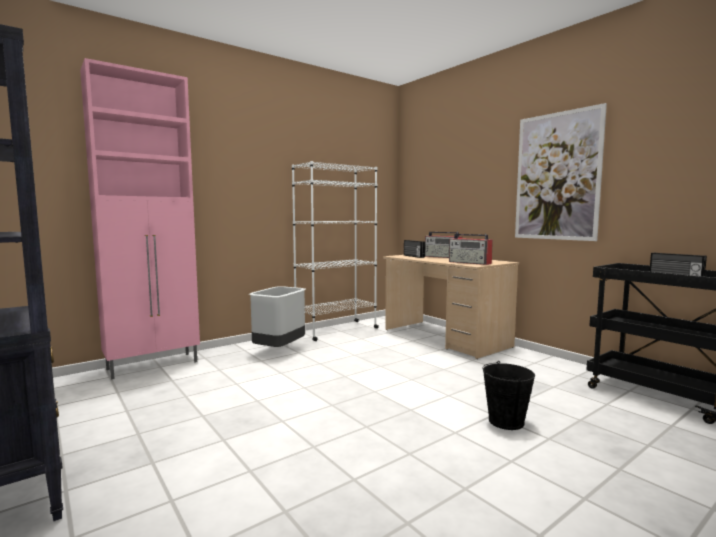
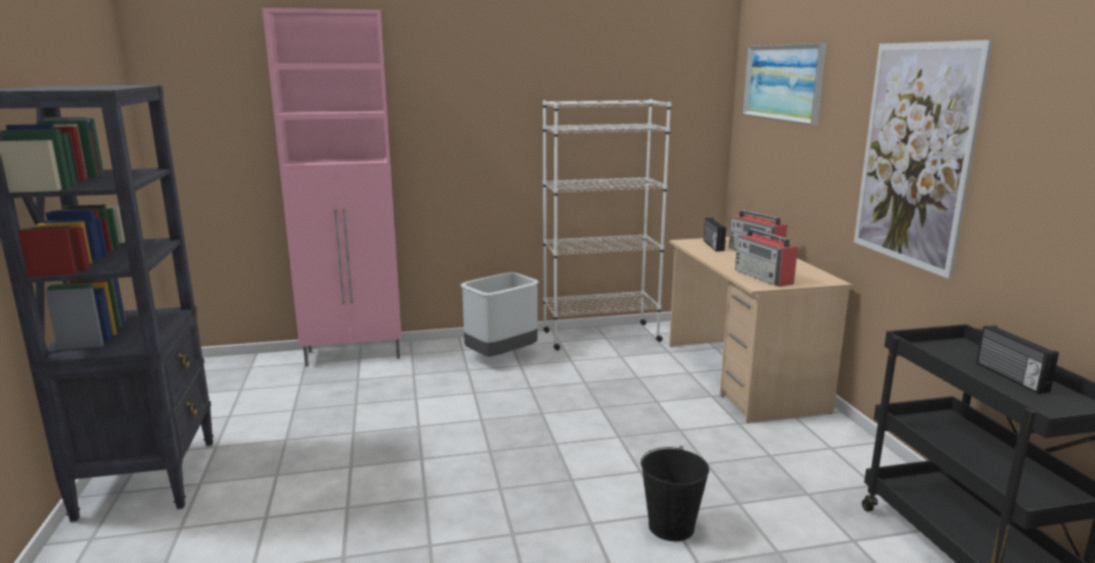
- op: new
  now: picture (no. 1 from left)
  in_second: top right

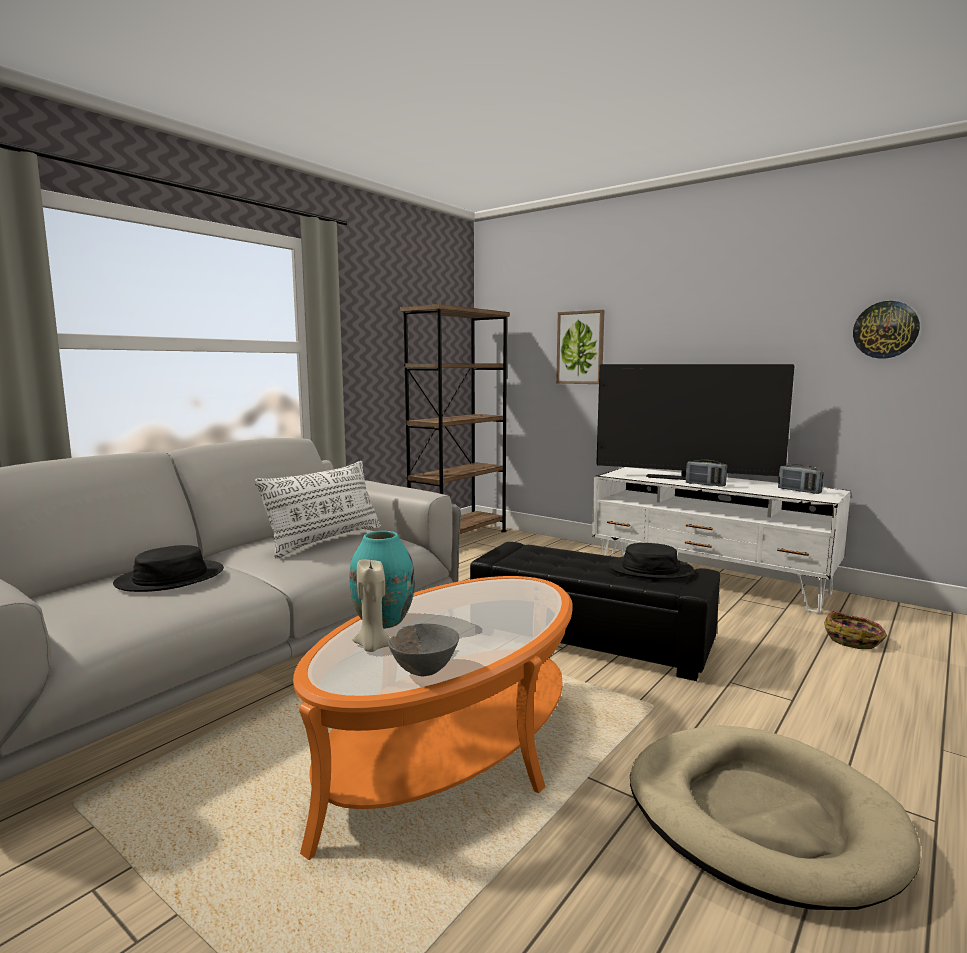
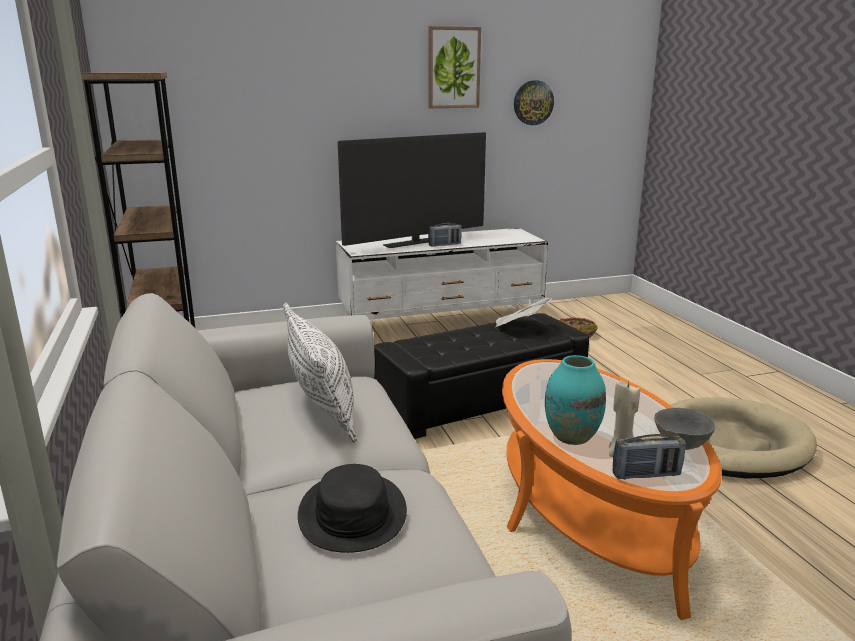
- op: shifted
  was: picture
  in_first: centre
  in_second: top centre
- op: swapped
  was: wearable hat in blackish (no. 2 from left)
  now: newspaper
  in_first: middle right
  in_second: centre
- op: shifted
  was: radio set (no. 2 from left)
  in_first: middle right
  in_second: bottom right

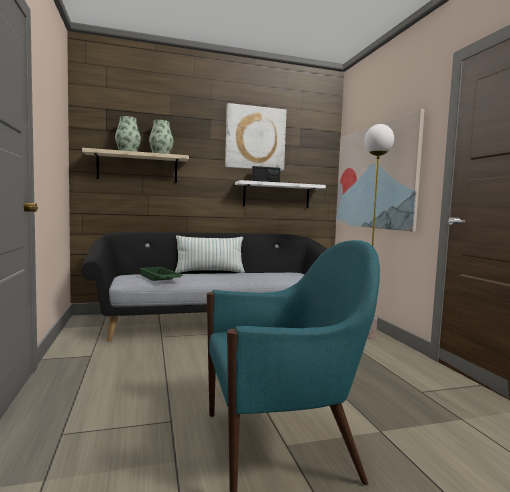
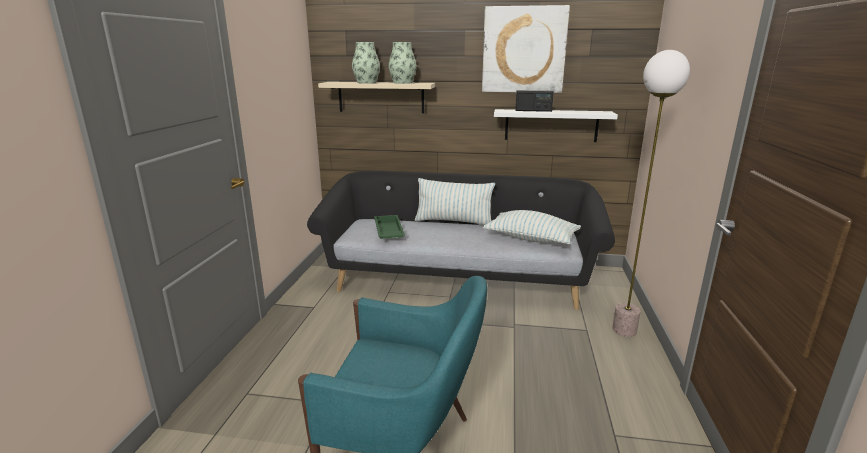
- op: gone
  was: picture (no. 2 from left)
  in_first: middle right
- op: new
  now: throw pillow (no. 2 from left)
  in_second: centre

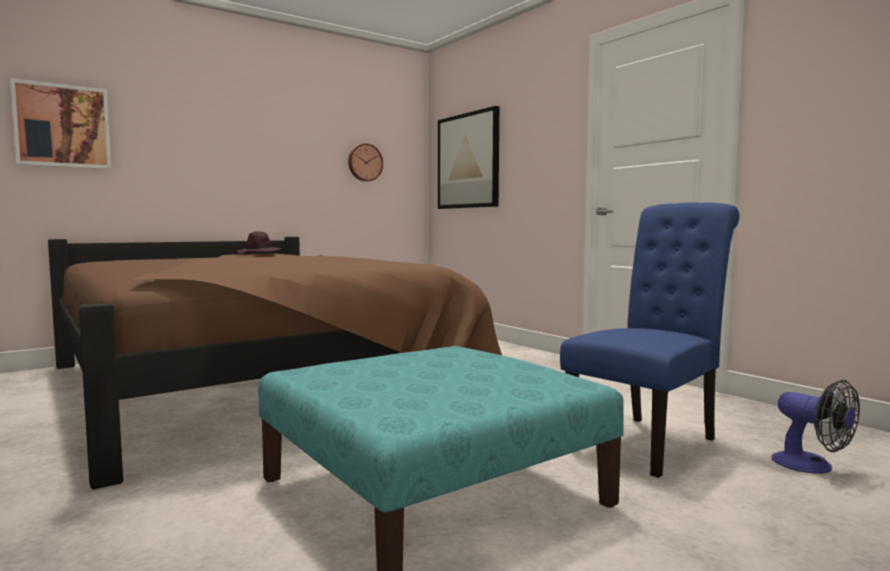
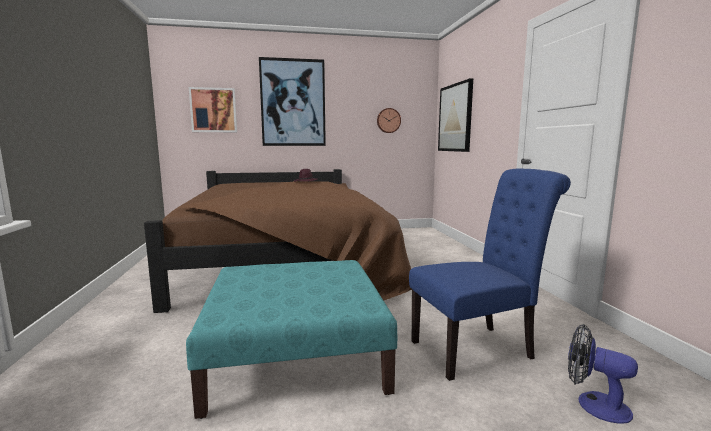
- op: rotated
  was: cooling fan
  in_first: bottom right
  in_second: bottom right
  clockwise: 135
- op: new
  now: picture (no. 2 from left)
  in_second: top centre

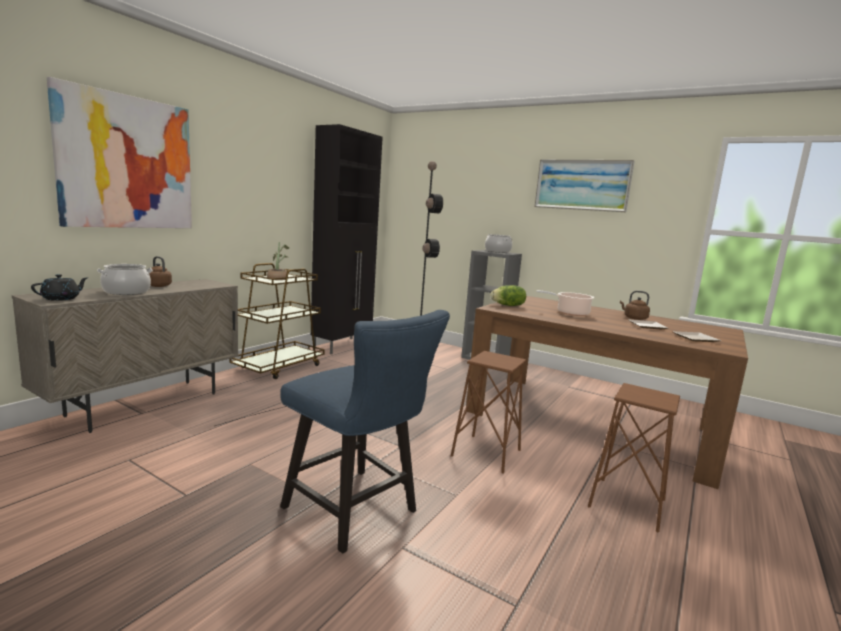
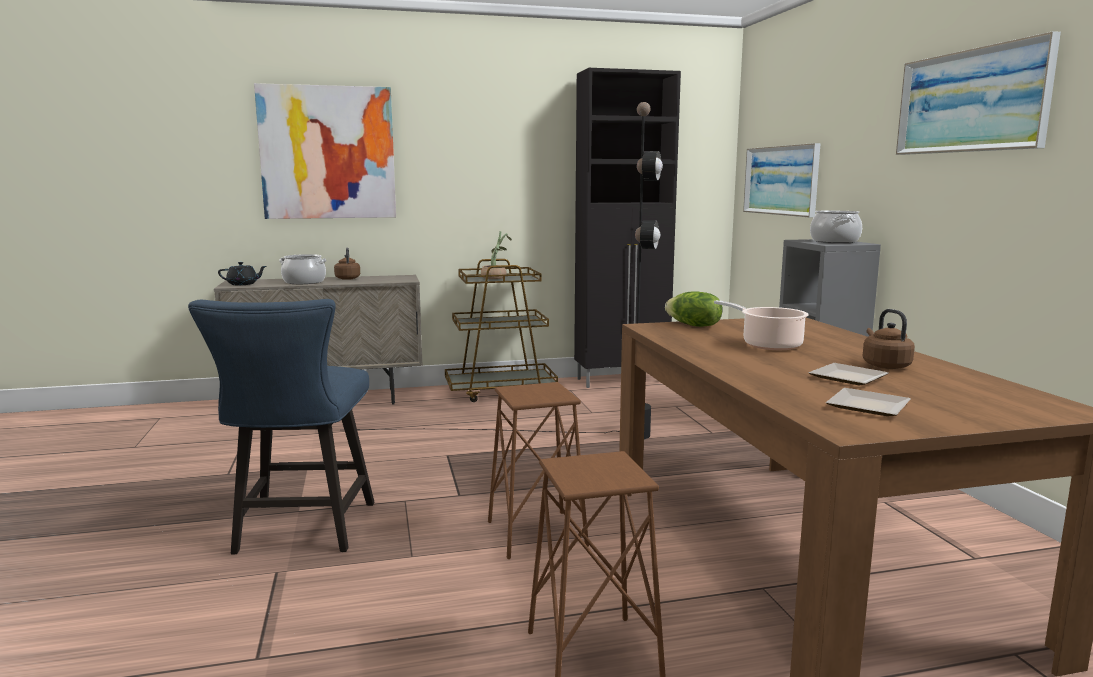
- op: new
  now: picture (no. 2 from left)
  in_second: top right

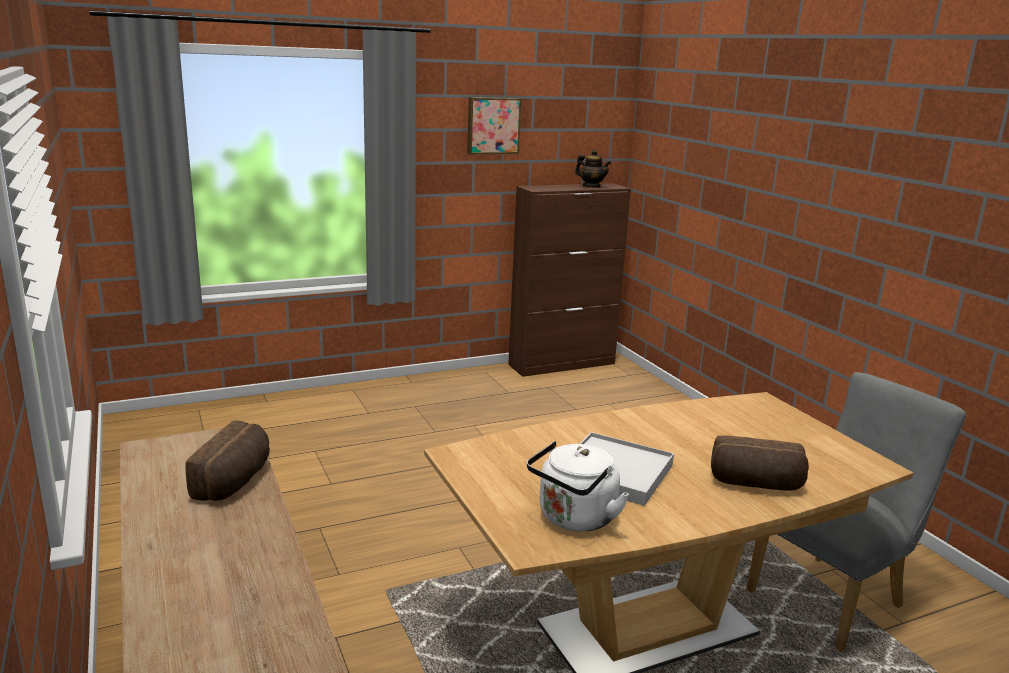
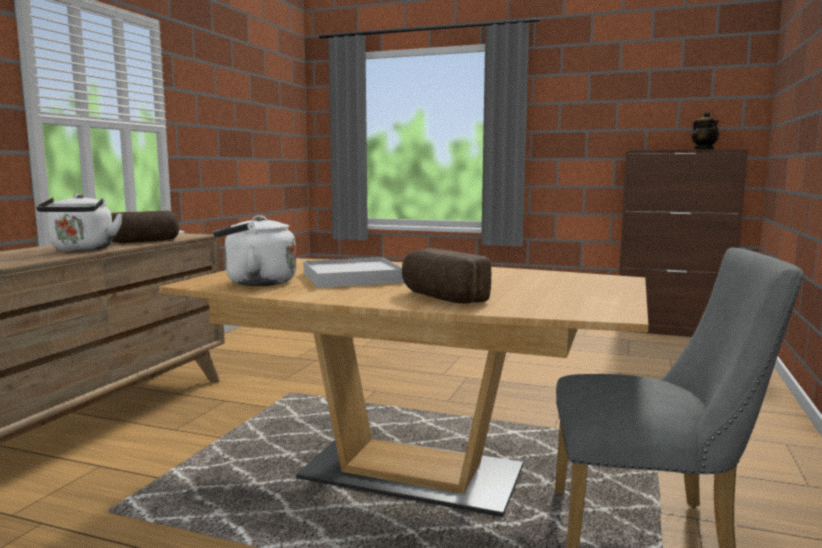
- op: gone
  was: picture
  in_first: top centre
- op: new
  now: kettle in white-coloured (no. 1 from left)
  in_second: middle left

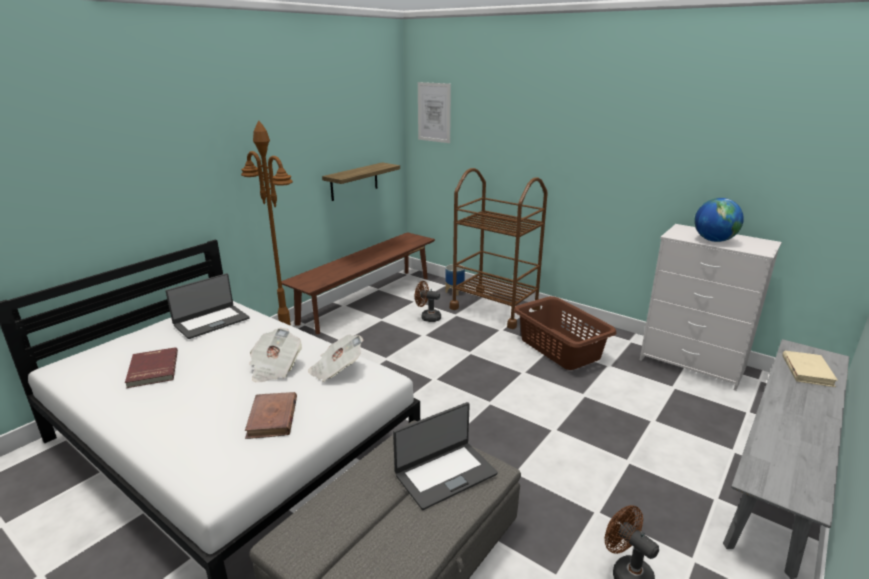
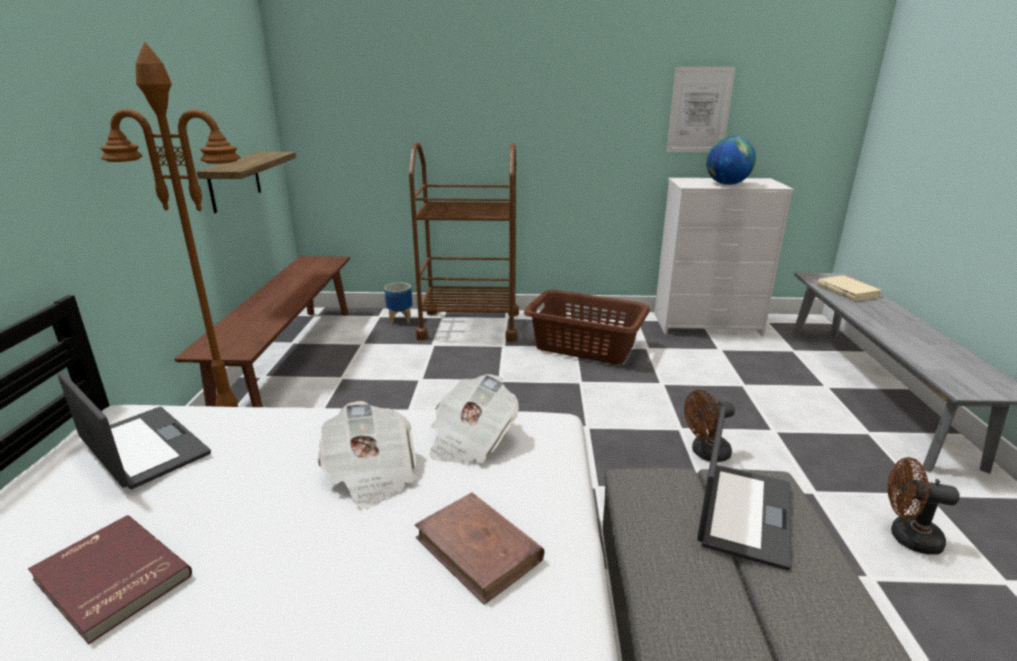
- op: rotated
  was: portable computer (no. 1 from left)
  in_first: middle left
  in_second: middle left
  clockwise: -60
- op: shifted
  was: cooling fan in brown (no. 1 from left)
  in_first: centre
  in_second: middle right
- op: shifted
  was: picture
  in_first: top centre
  in_second: top right

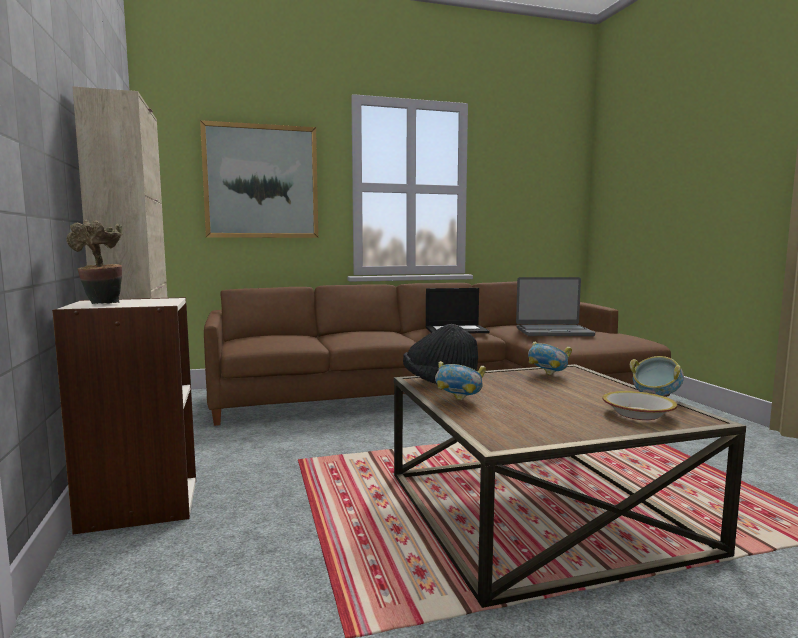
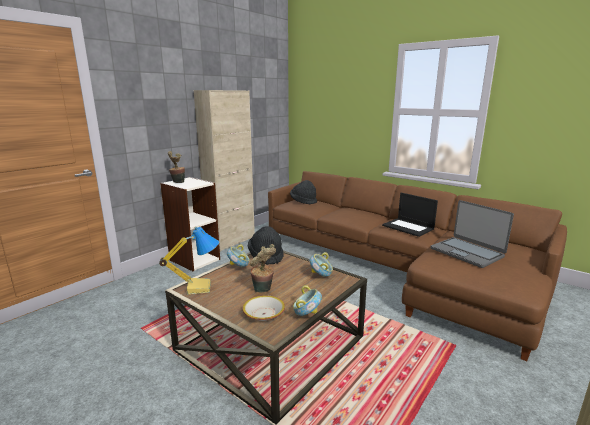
- op: gone
  was: picture
  in_first: top left
- op: new
  now: table lamp
  in_second: middle left
- op: new
  now: houseplant (no. 2 from left)
  in_second: centre
- op: new
  now: wearable hat in blackish (no. 2 from left)
  in_second: centre

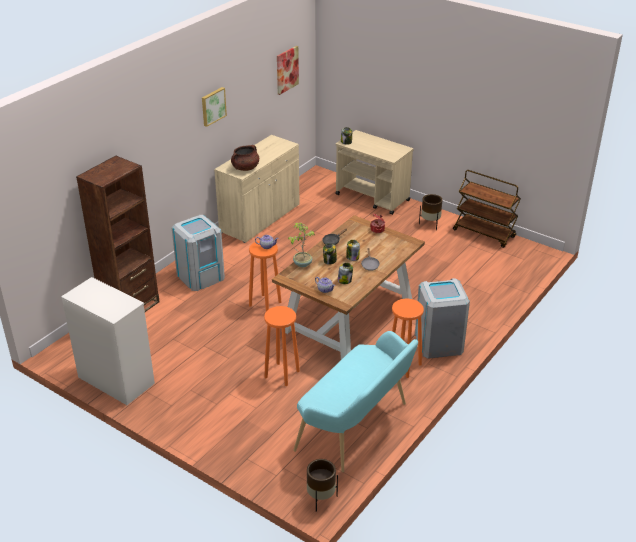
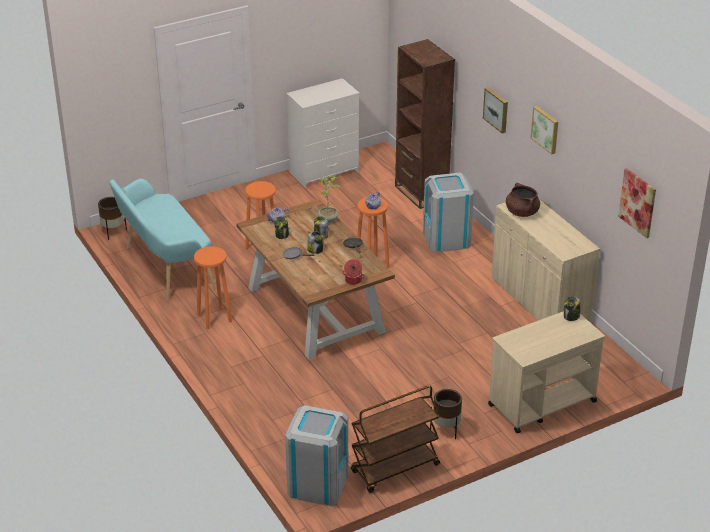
- op: shifted
  was: trash can in greyish (no. 2 from left in the first image)
  now: trash can in greyish (no. 1 from left)
  in_first: middle right
  in_second: bottom centre
- op: new
  now: picture (no. 1 from left)
  in_second: top right

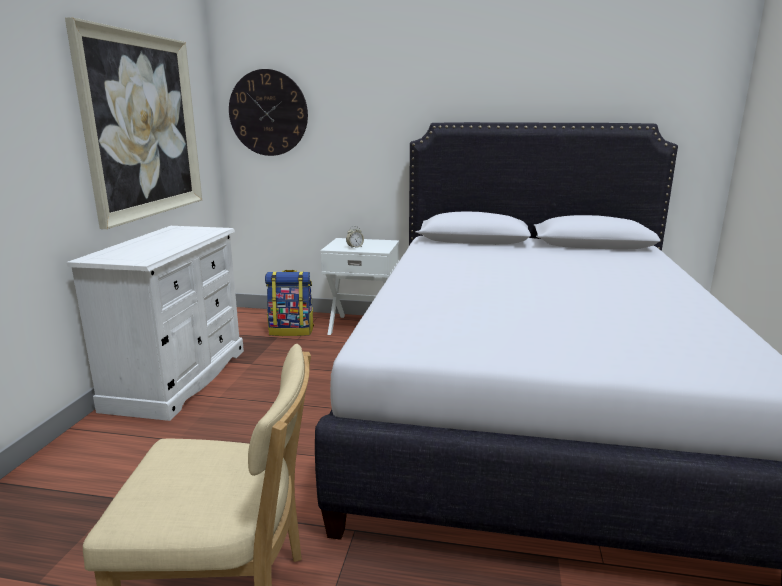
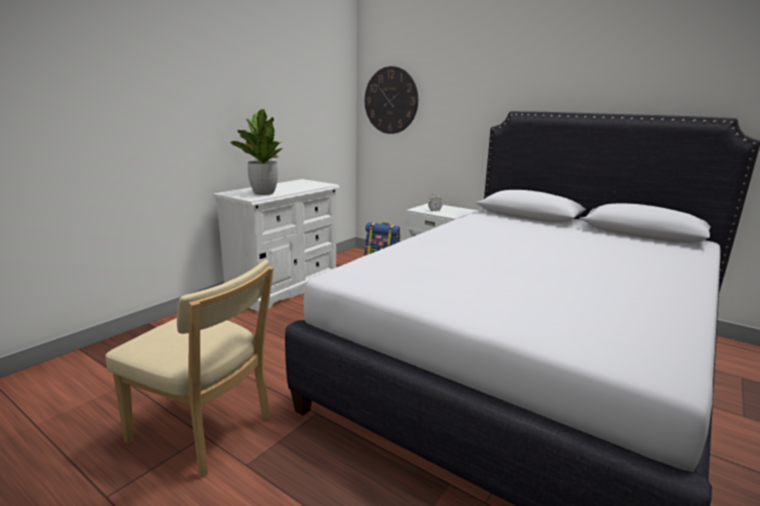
- op: gone
  was: picture
  in_first: top left
- op: new
  now: houseplant
  in_second: top centre

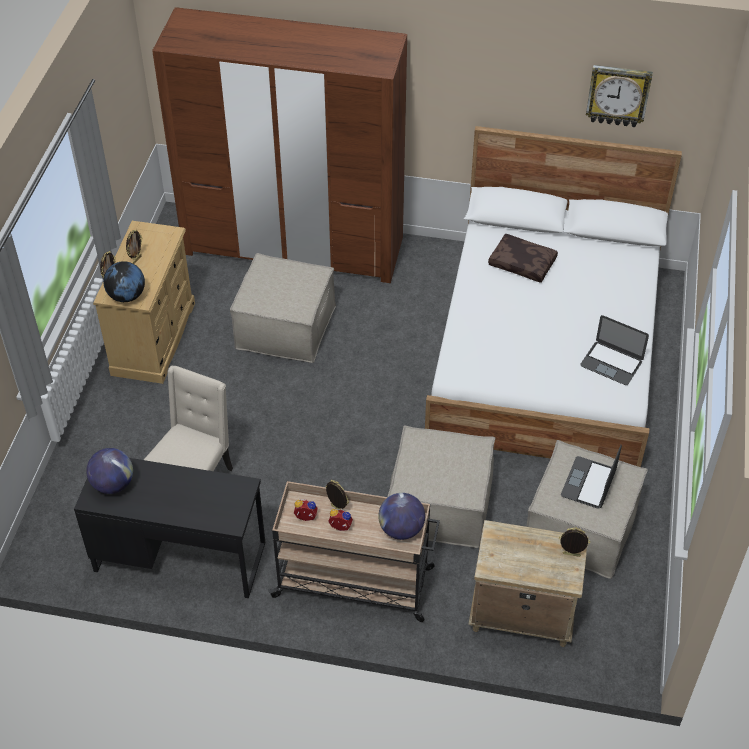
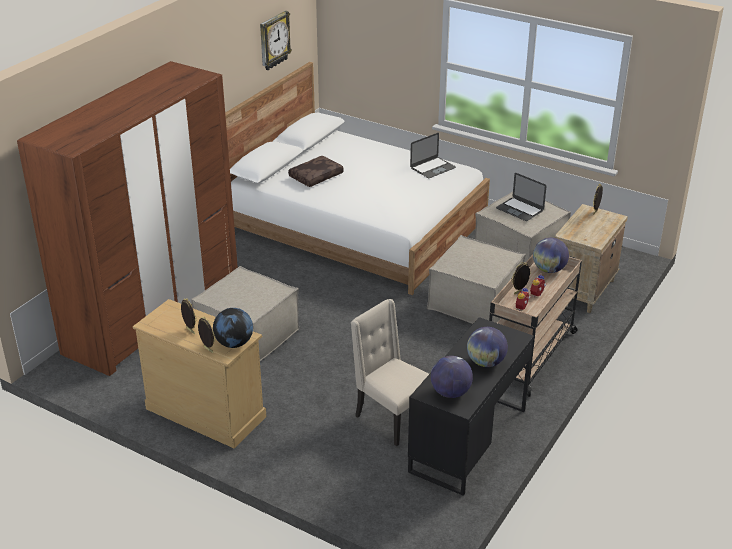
- op: new
  now: desk globe (no. 3 from left)
  in_second: centre

